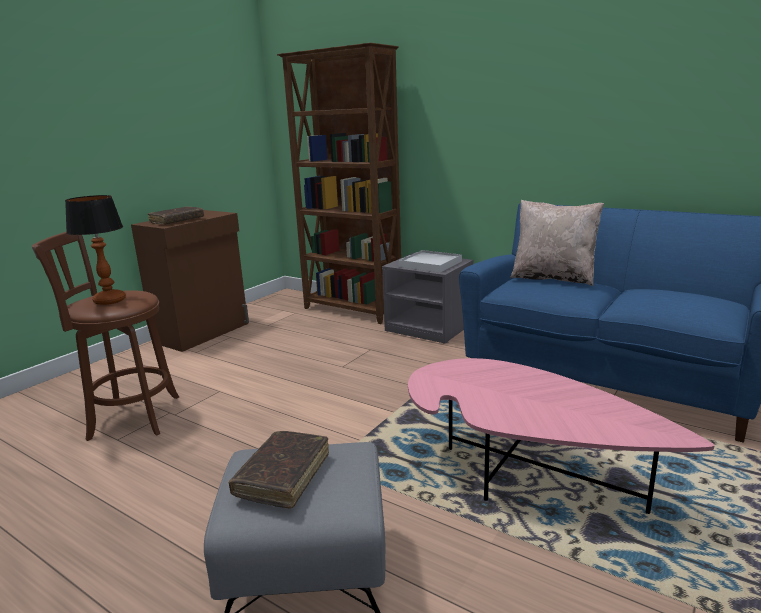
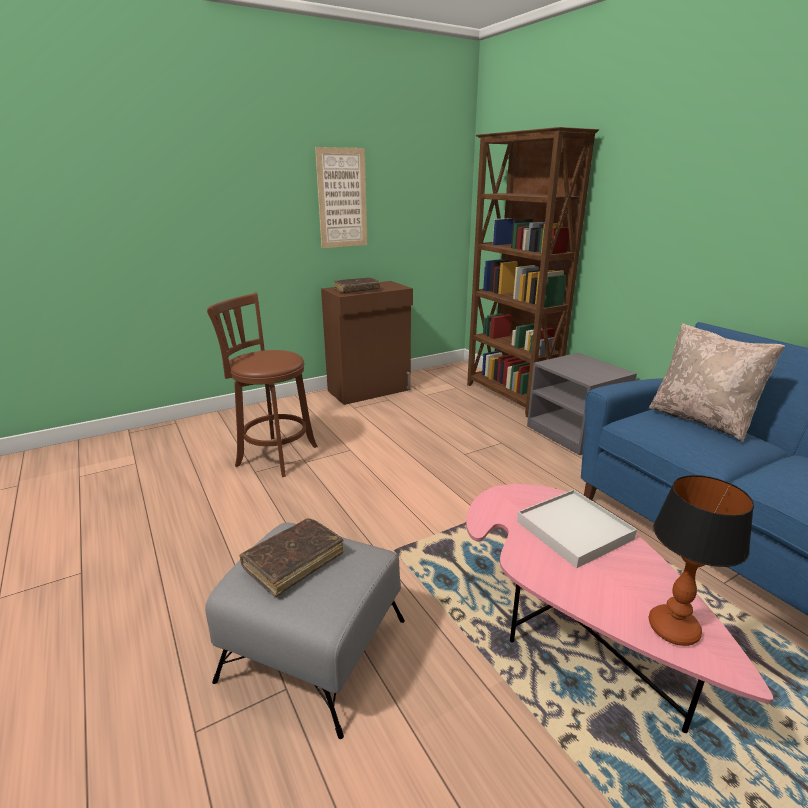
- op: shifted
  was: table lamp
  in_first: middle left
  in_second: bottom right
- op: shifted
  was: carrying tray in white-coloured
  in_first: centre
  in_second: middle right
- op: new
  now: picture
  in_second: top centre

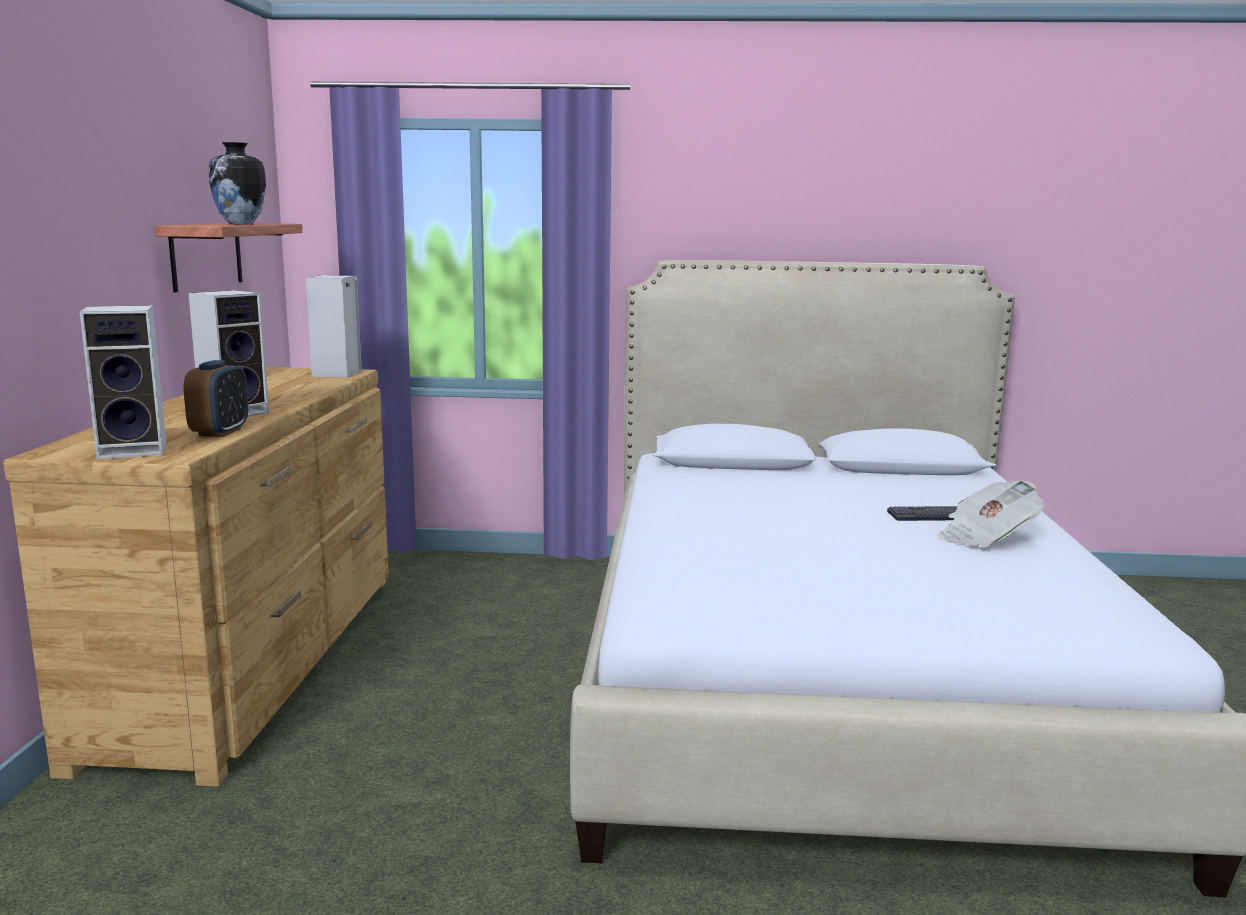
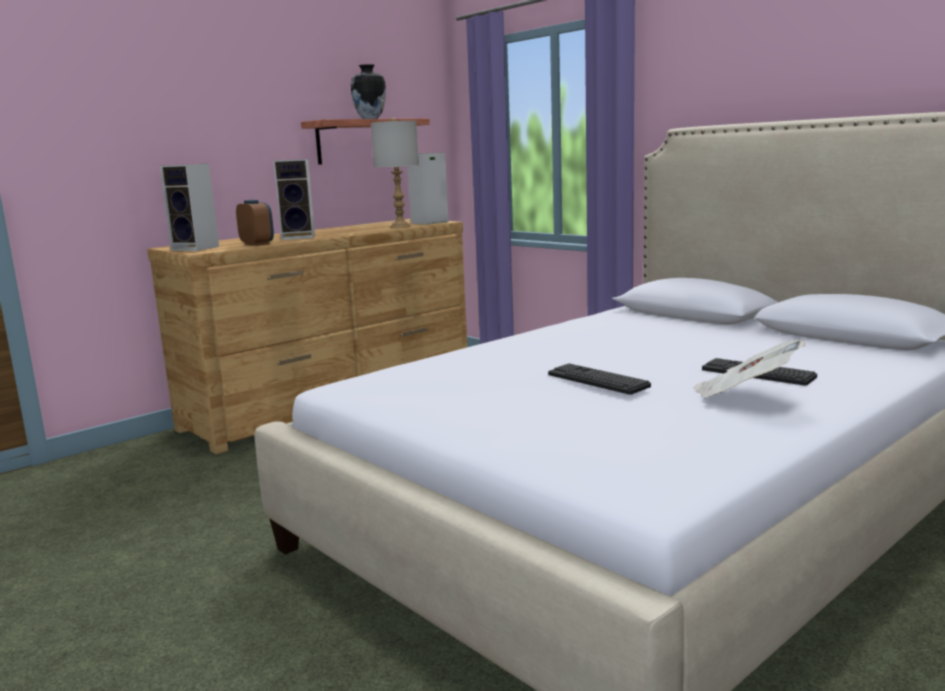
- op: rotated
  was: table clock
  in_first: middle left
  in_second: top left
  clockwise: -90
- op: new
  now: table lamp in greyish
  in_second: top centre
- op: new
  now: keyboard (no. 1 from left)
  in_second: centre

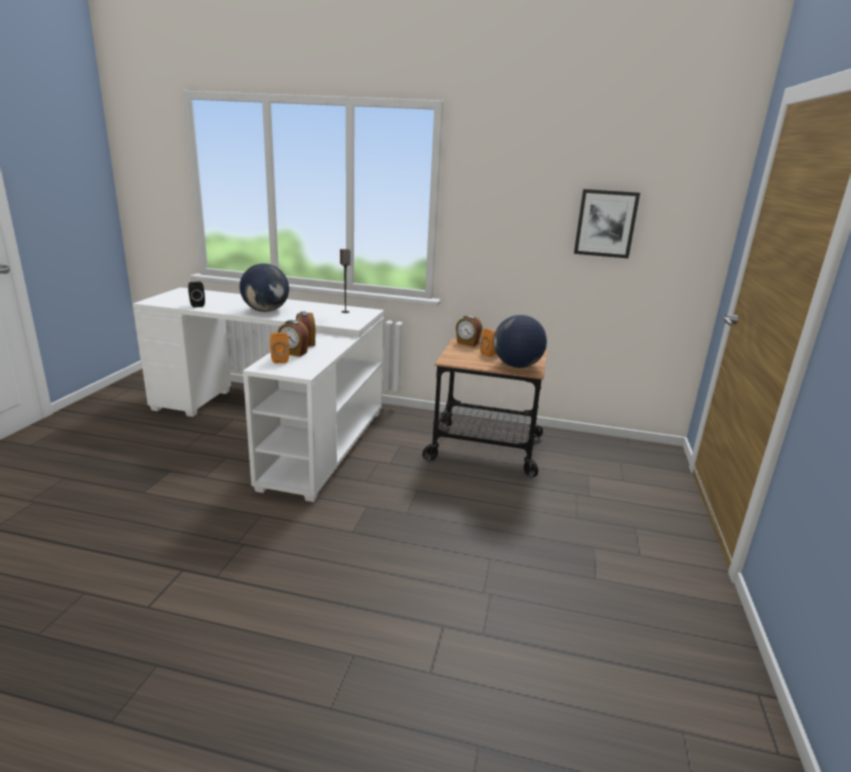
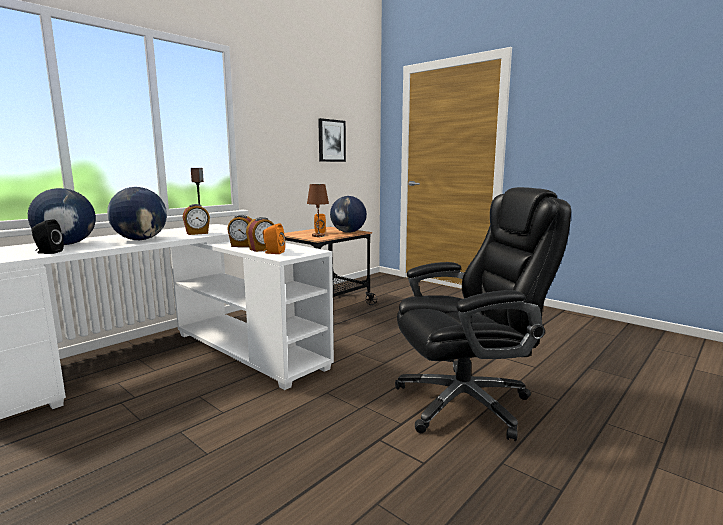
- op: shifted
  was: table clock (no. 3 from left in the first image)
  now: table clock (no. 1 from left)
  in_first: centre
  in_second: middle left
- op: new
  now: desk globe (no. 1 from left)
  in_second: middle left
- op: new
  now: table lamp in brown
  in_second: centre
- op: new
  now: desk chair in blackish
  in_second: middle right

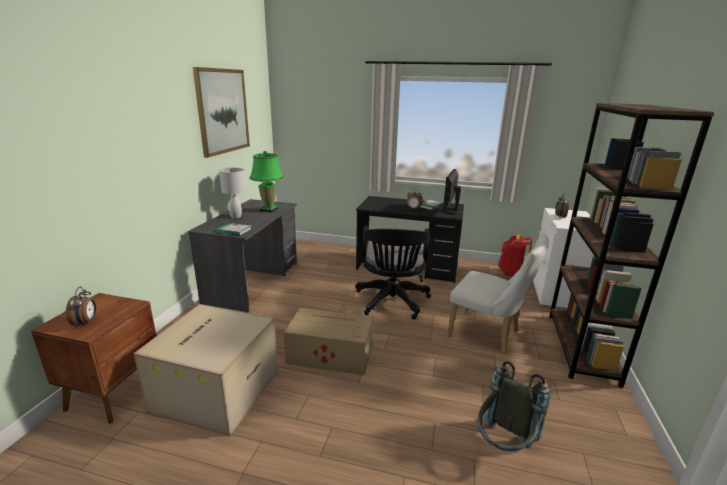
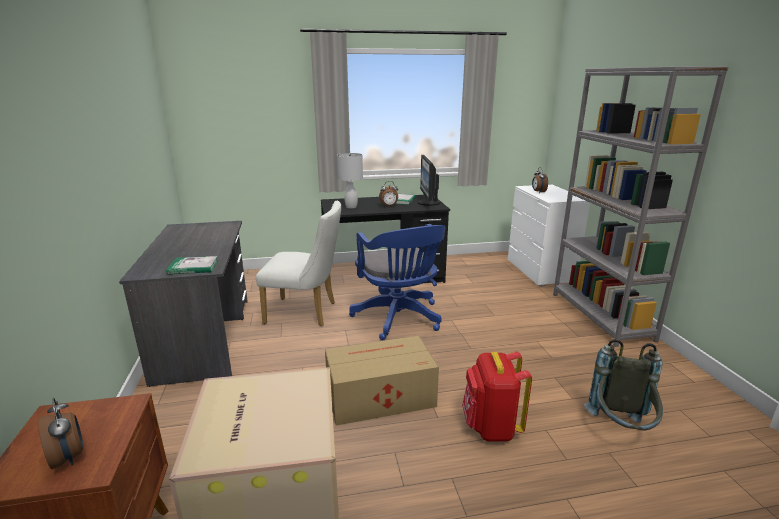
- op: gone
  was: picture
  in_first: top left
- op: shifted
  was: table lamp in white-coloured
  in_first: middle left
  in_second: centre
- op: gone
  was: table lamp in green-coloured
  in_first: centre
- op: repainted
  was: desk chair in blackish
  now: desk chair in bluish
  in_first: centre
  in_second: centre
- op: shifted
  was: plain chair in white-coloured
  in_first: middle right
  in_second: centre
- op: shifted
  was: backpack in red
  in_first: middle right
  in_second: bottom centre
- op: repainted
  was: shelving unit in brown
  now: shelving unit in greyish
  in_first: middle right
  in_second: middle right

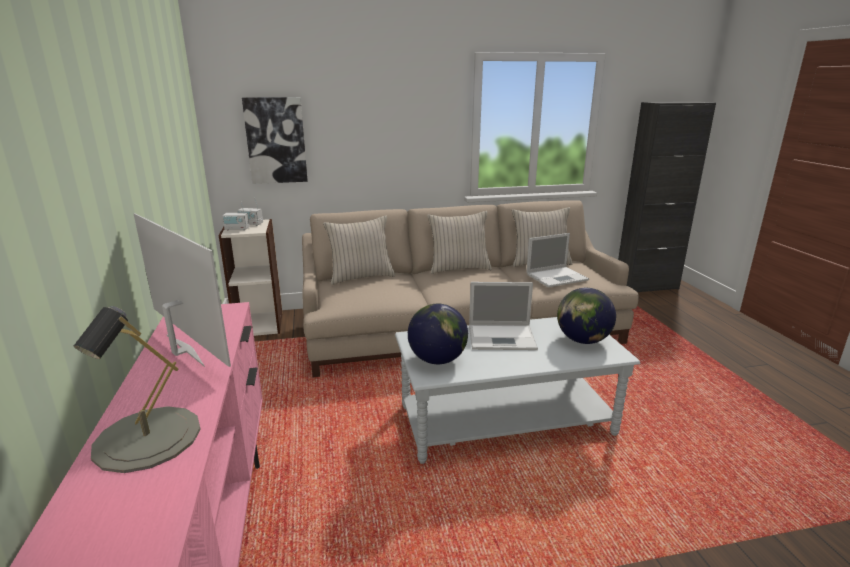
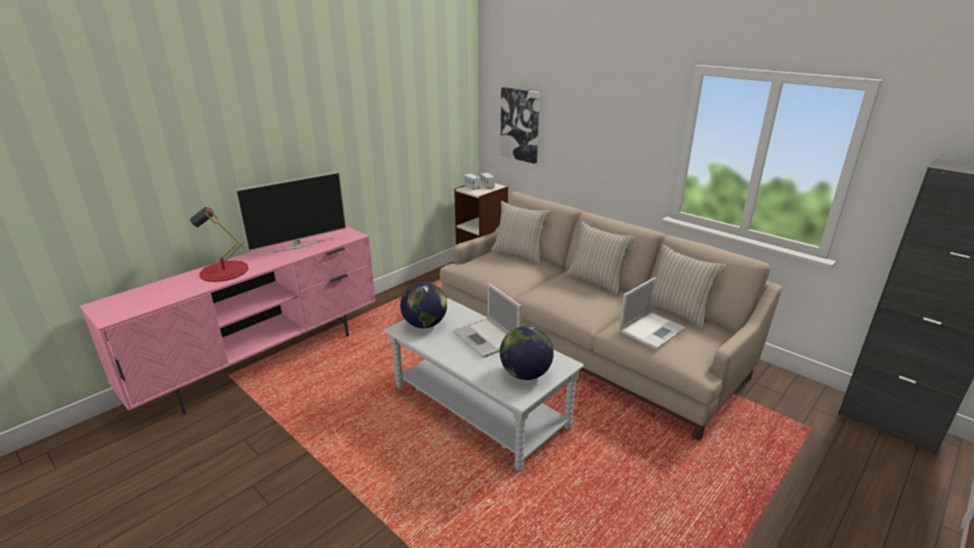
- op: repainted
  was: table lamp in greyish
  now: table lamp in red
  in_first: bottom left
  in_second: middle left
- op: rotated
  was: TV
  in_first: middle left
  in_second: middle left
  clockwise: 45
- op: rotated
  was: portable computer (no. 2 from left)
  in_first: centre
  in_second: middle right
  clockwise: -75

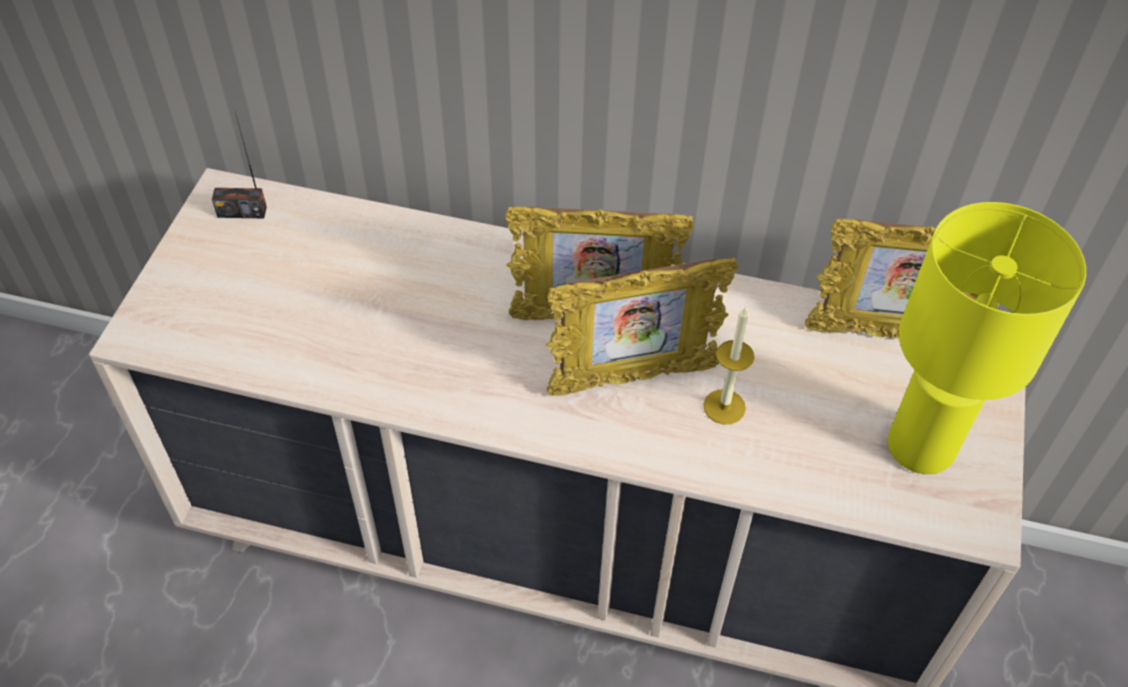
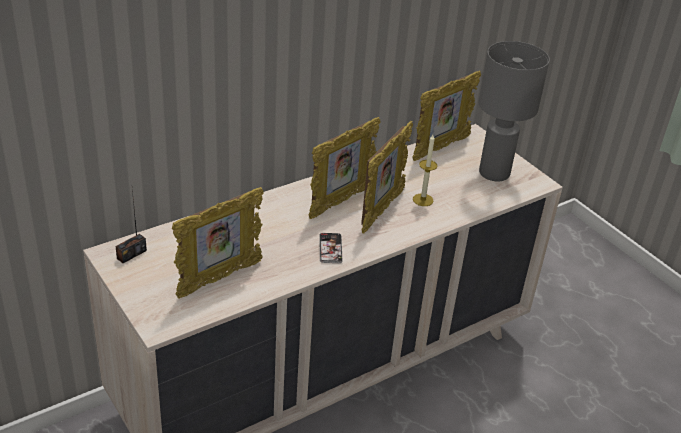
- op: repainted
  was: table lamp in yellowish
  now: table lamp in greyish
  in_first: middle right
  in_second: top right
- op: new
  now: standing frame (no. 1 from left)
  in_second: middle left
- op: new
  now: telephone
  in_second: centre

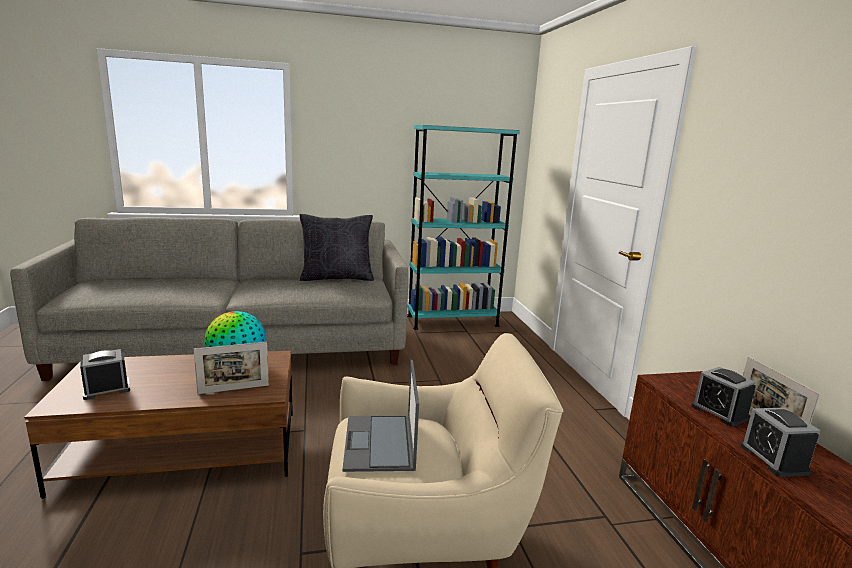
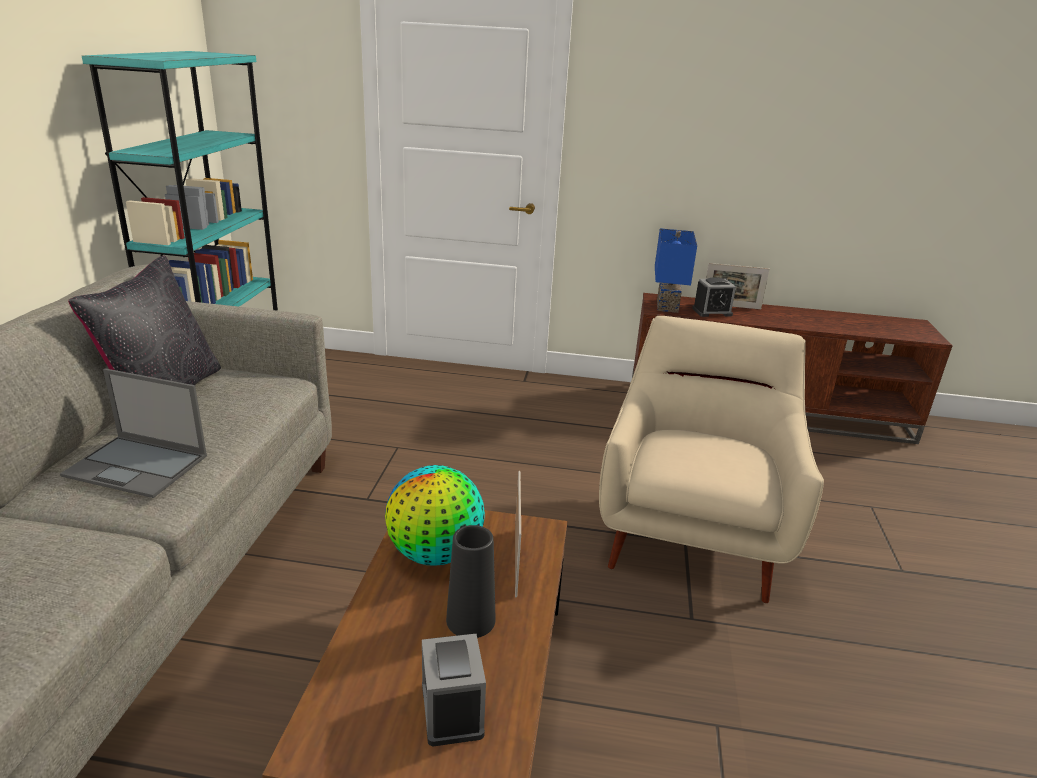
- op: shifted
  was: portable computer
  in_first: bottom centre
  in_second: middle left
- op: gone
  was: table clock (no. 3 from left)
  in_first: bottom right
- op: new
  now: decorative vase in blackish
  in_second: bottom centre
- op: new
  now: table lamp in bluish
  in_second: centre

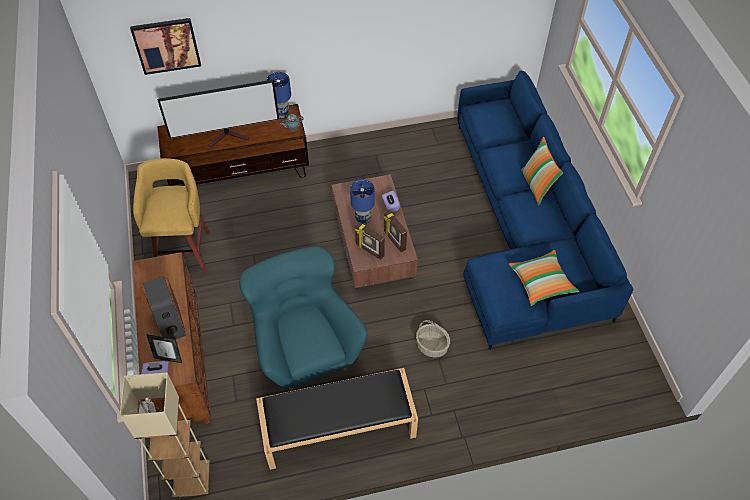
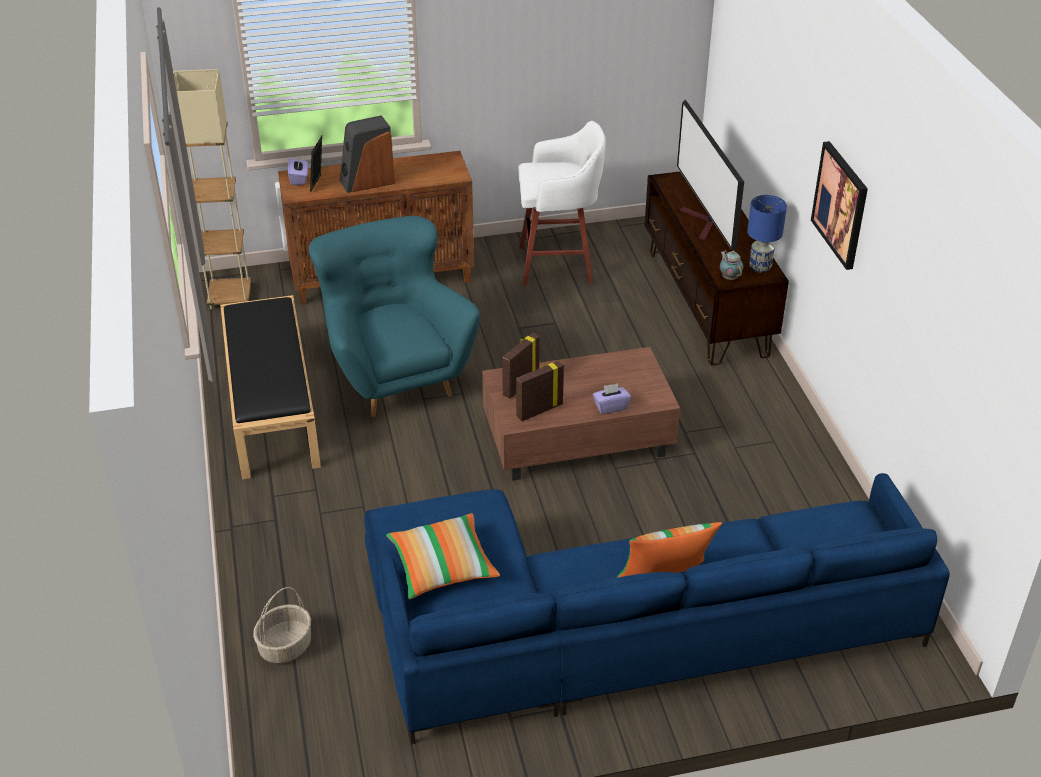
- op: shifted
  was: picture
  in_first: top left
  in_second: top right
- op: repainted
  was: sitting stool in yellowish
  now: sitting stool in white-coloured
  in_first: middle left
  in_second: top centre
- op: rotated
  was: armchair in blue-green
  in_first: centre
  in_second: centre
  clockwise: -90
- op: gone
  was: table lamp in bluish (no. 2 from left)
  in_first: centre
- op: shifted
  was: household basket
  in_first: bottom centre
  in_second: bottom left

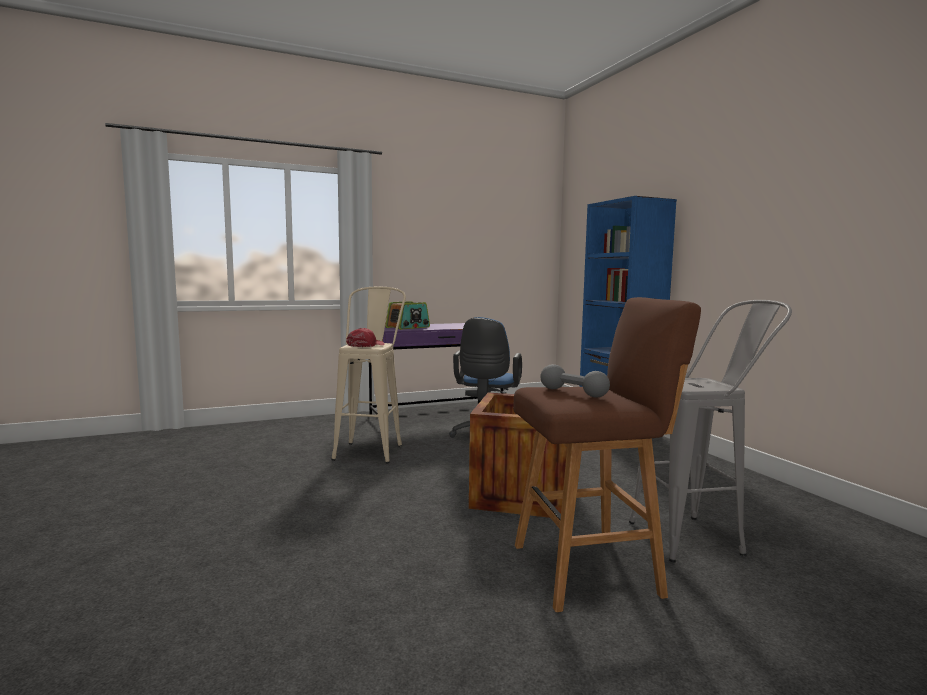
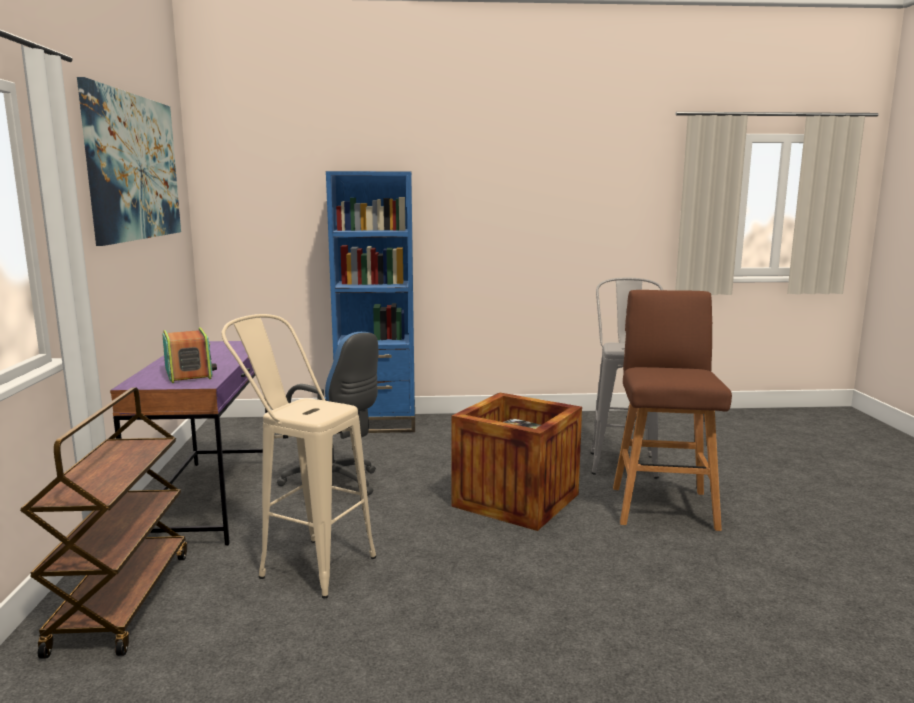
- op: gone
  was: cap in red
  in_first: centre
- op: gone
  was: free weight in greyish
  in_first: centre
- op: new
  now: trolley in brown
  in_second: bottom left
- op: new
  now: picture
  in_second: top left

